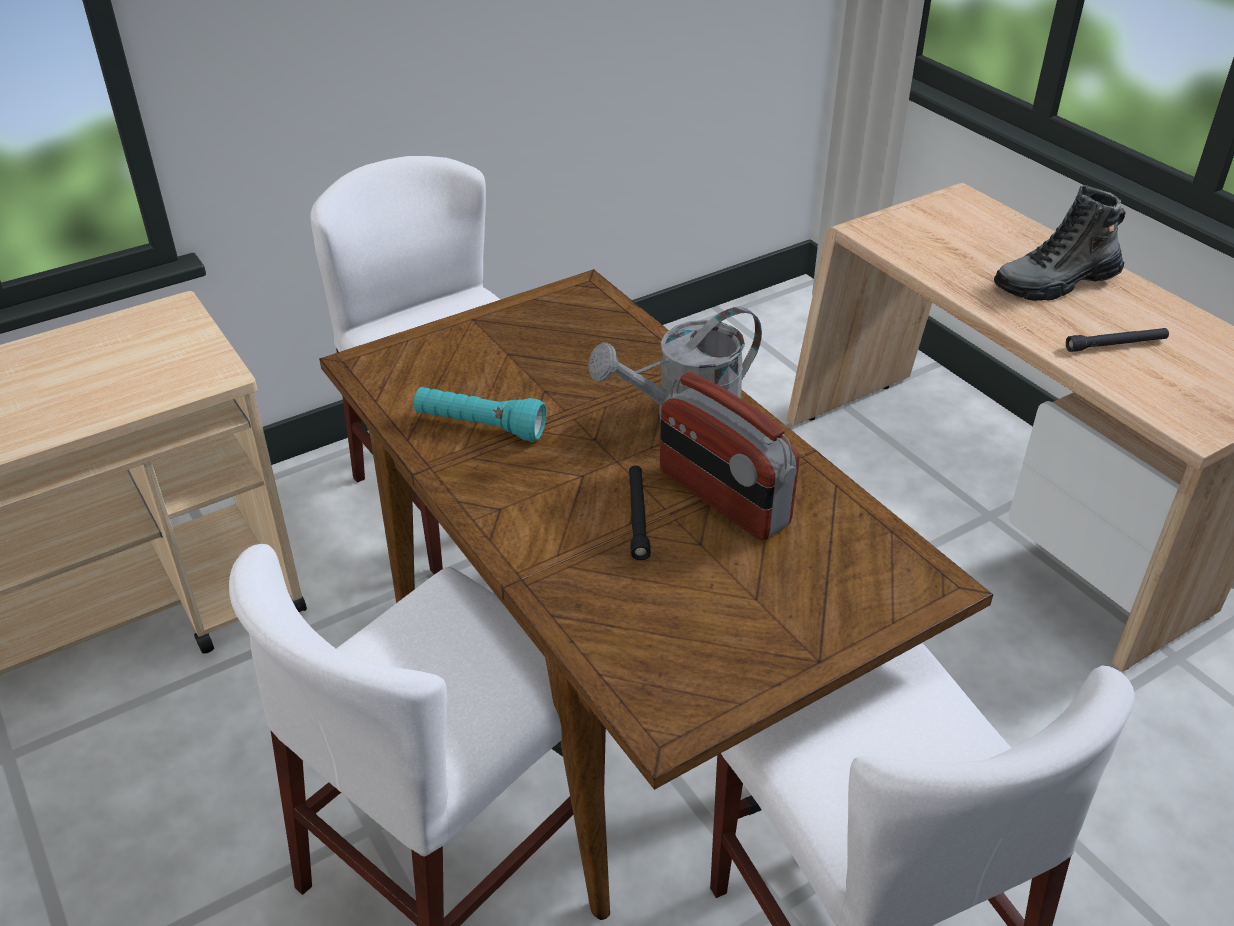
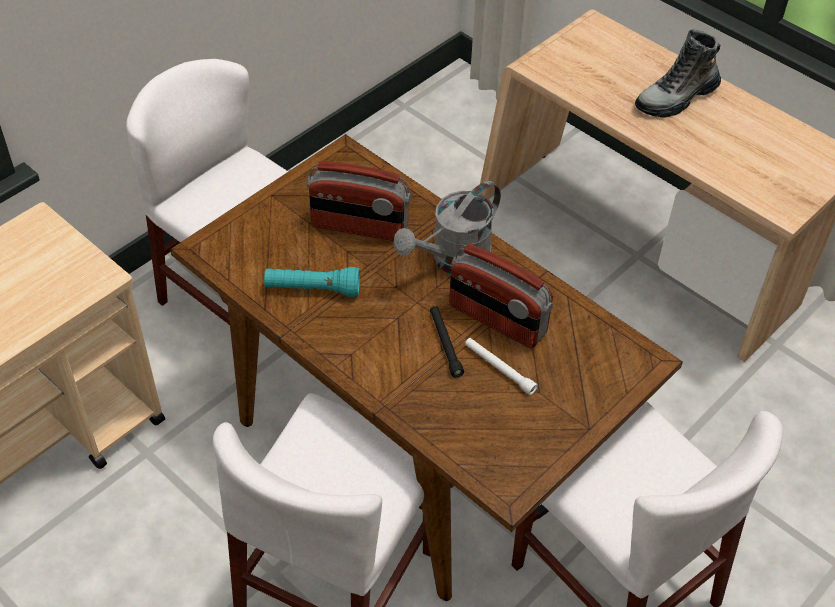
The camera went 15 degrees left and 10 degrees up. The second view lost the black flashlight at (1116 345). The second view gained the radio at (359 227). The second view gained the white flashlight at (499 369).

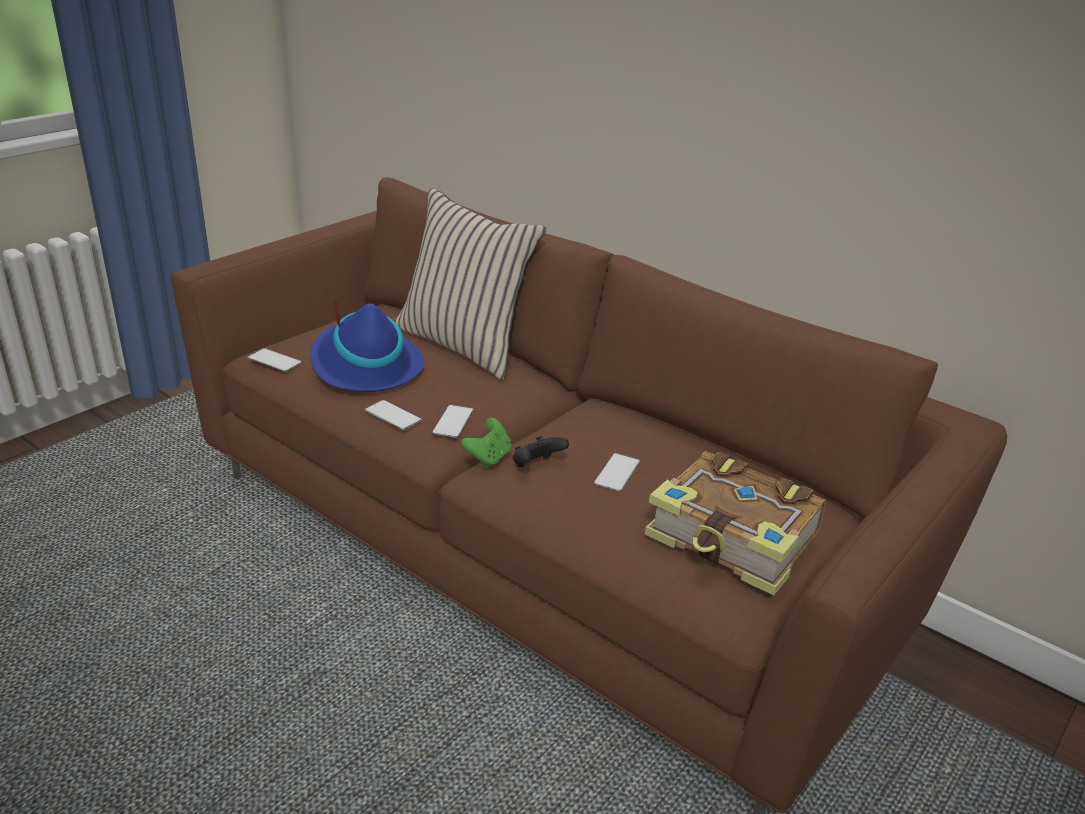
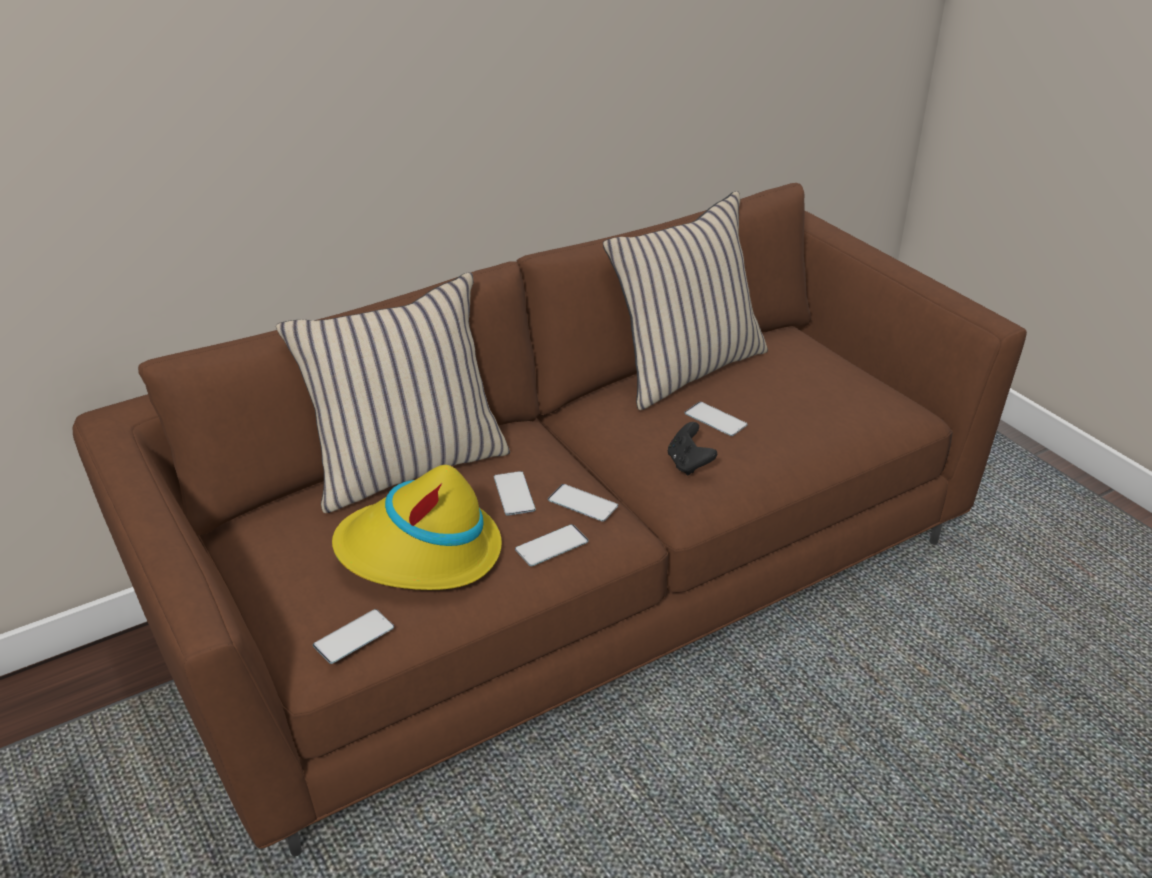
The camera went 70 degrees left and 5 degrees up. What was the blue hat at (365 366) turned into the yellow hat at (420 553). The second view lost the green game controller at (488 458). The second view lost the book at (734 540). The second view gained the beige pillow at (685 368). The second view gained the phone at (514 494).

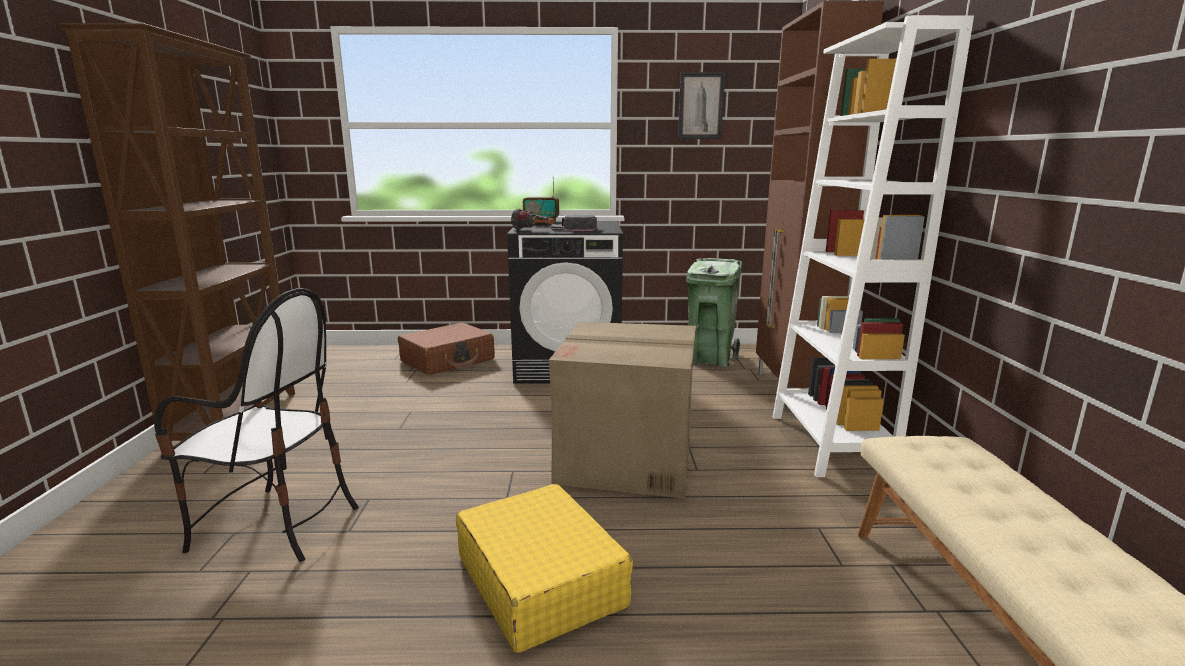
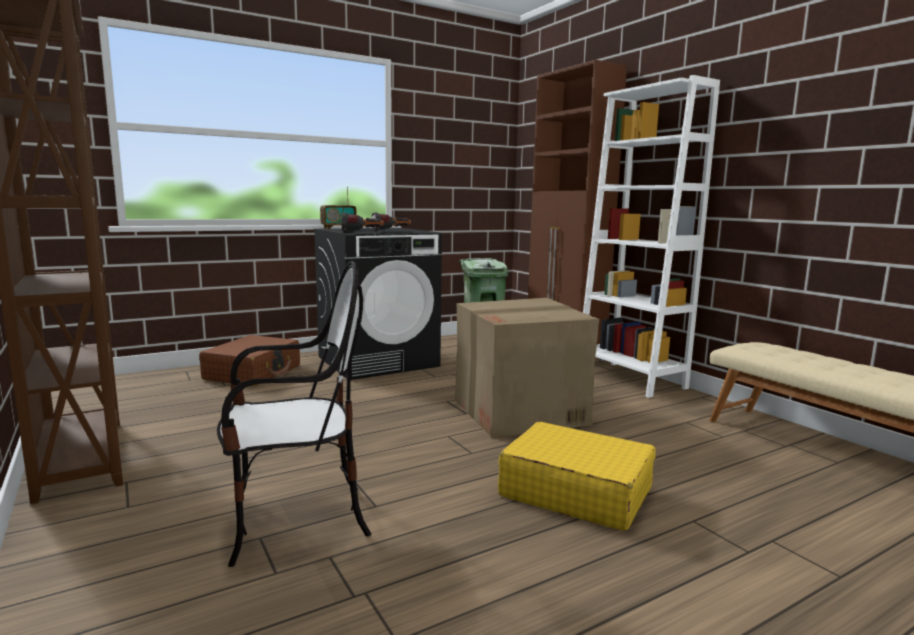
The camera went 30 degrees left and 5 degrees down. The second view lost the picture at (701 106). Where the black cap stood at (574 229), the flashlight came to stand at (391 231).

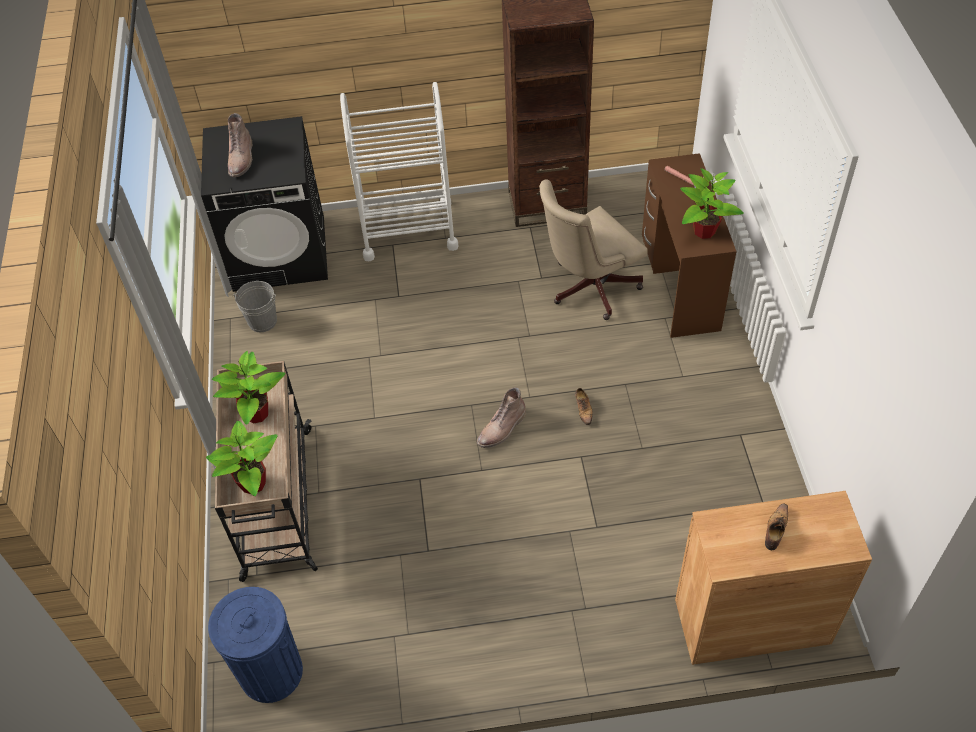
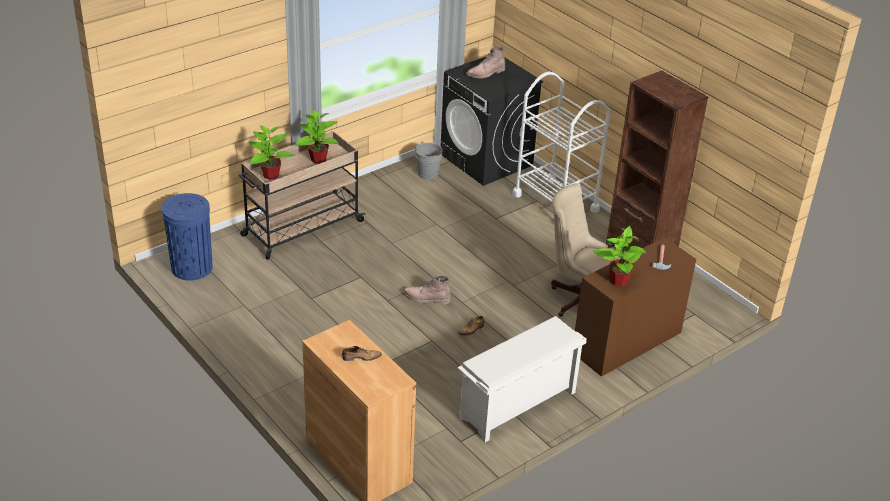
The camera went 55 degrees right and 15 degrees down. The second view gained the white shoe rack at (517 406).

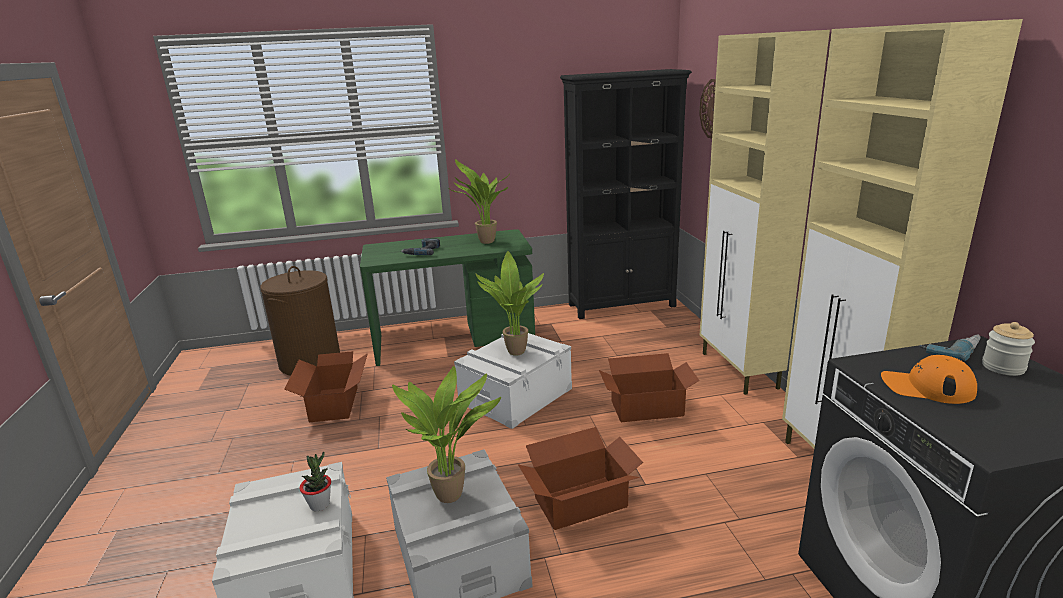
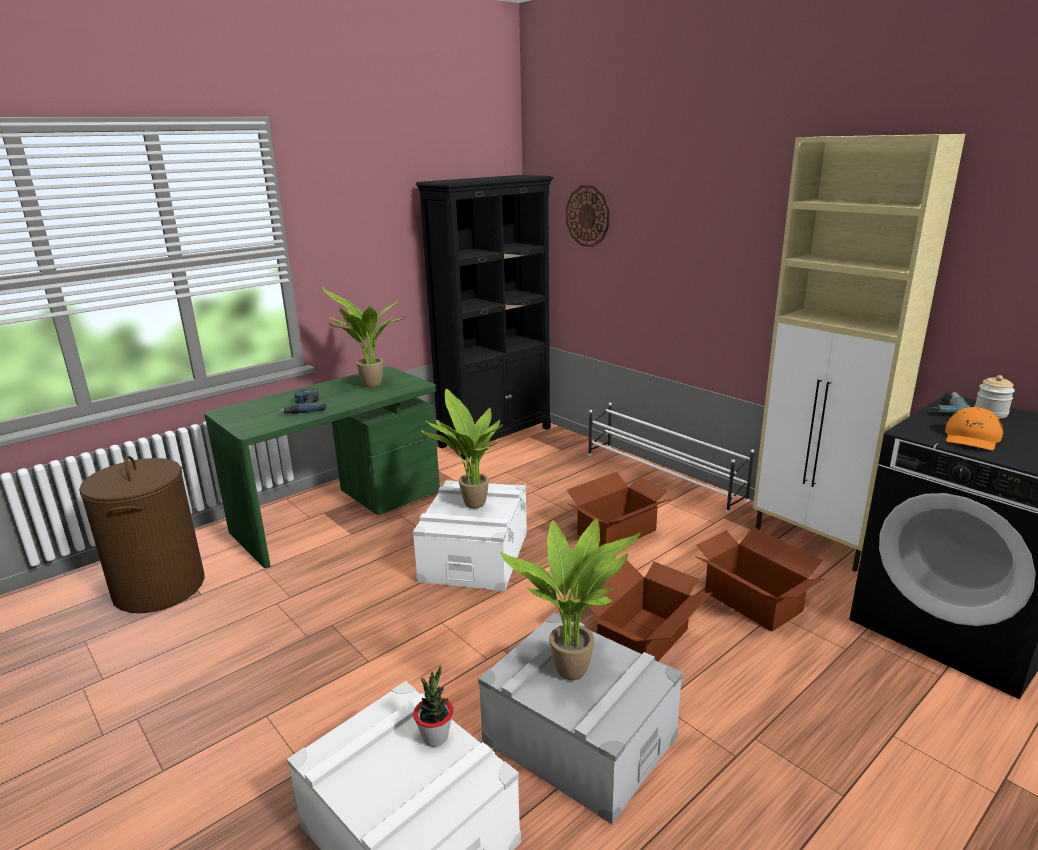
The camera went 30 degrees left and 0 degrees up. Where the beige cabinet stood at (739 371), the white shoe rack came to stand at (663 477). The cardboard box ended up elsewhere, having gone from (335 403) to (752 601). The orange cap at (926 387) ended up facing another way, 45 degrees counterclockwise from before.

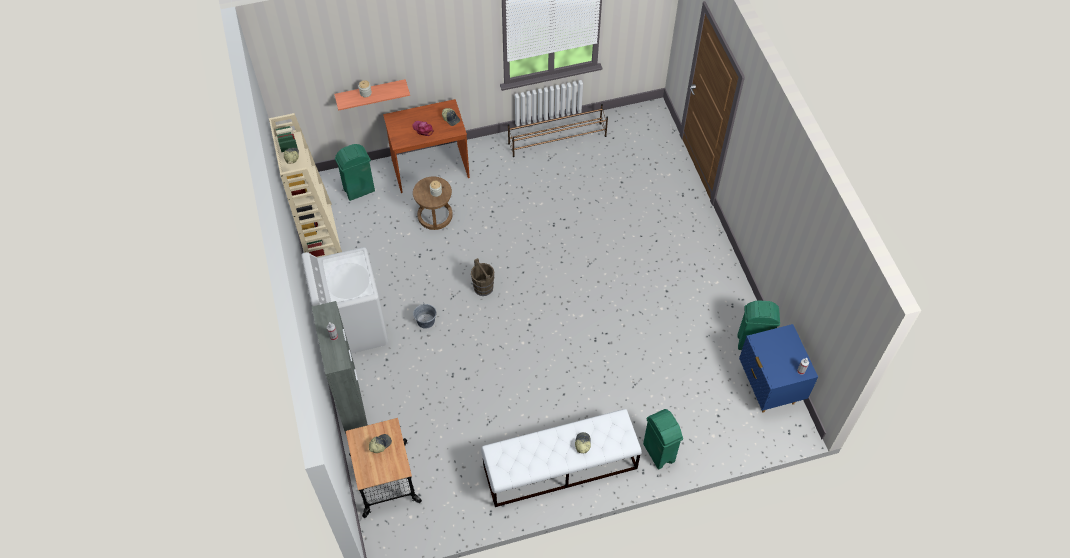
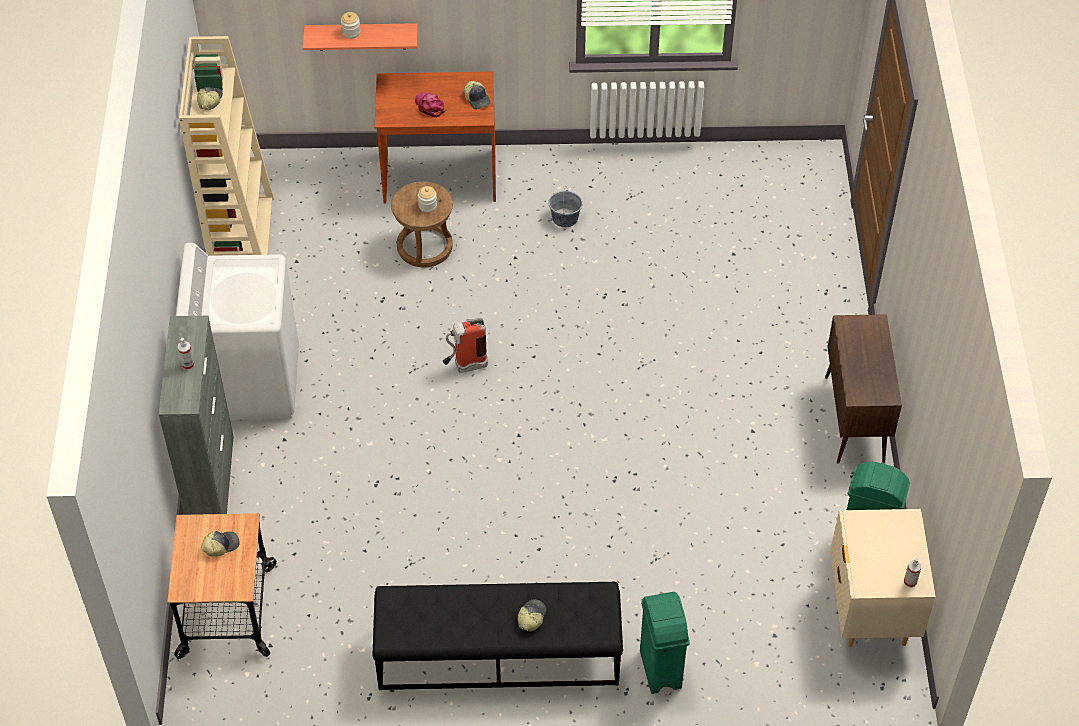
The camera went 15 degrees right and 5 degrees down. The second view lost the brown shoe rack at (557 140). The second view lost the green trash can at (359 190). Where the brown bucket stood at (483 288), the fire extinguisher came to stand at (465 366). The grey bucket ended up elsewhere, having gone from (426 321) to (565 218). What was the blue nightstand at (768 388) turned into the beige nightstand at (871 613). What was the white bench at (559 467) turned into the black bench at (497 655). The second view gained the brown cabinet at (854 420).

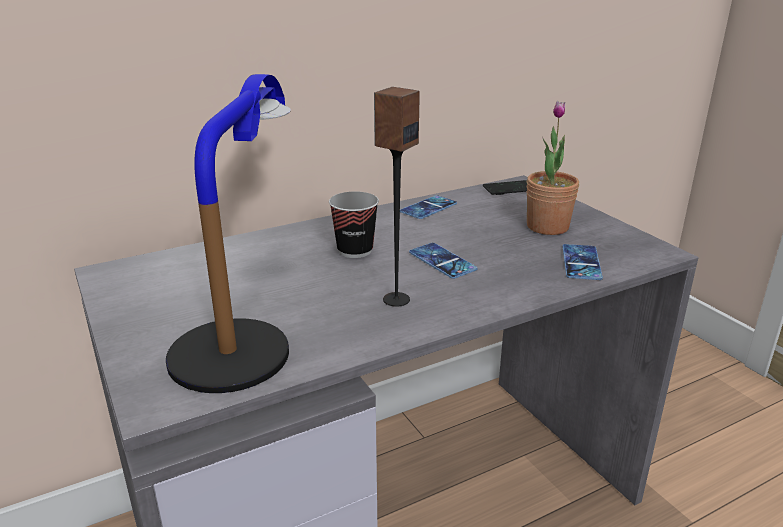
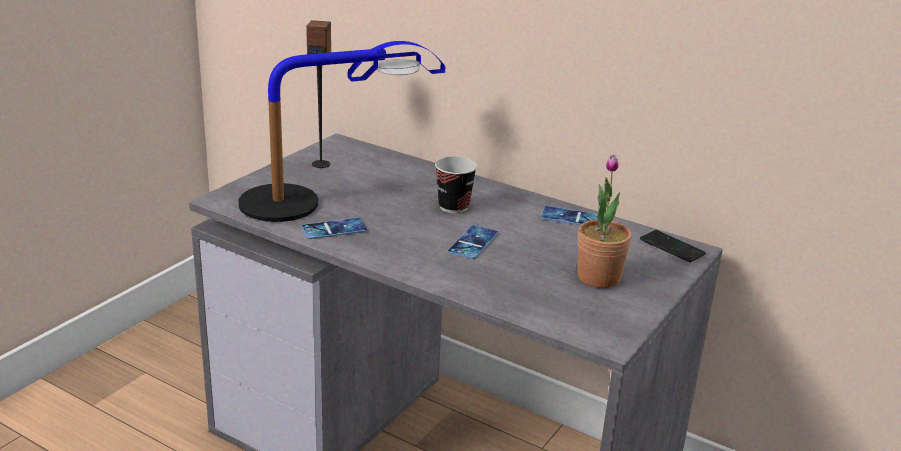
The camera went 60 degrees right and 0 degrees up. The speaker ended up elsewhere, having gone from (396 299) to (321 164). The phone ended up elsewhere, having gone from (581 262) to (334 229).

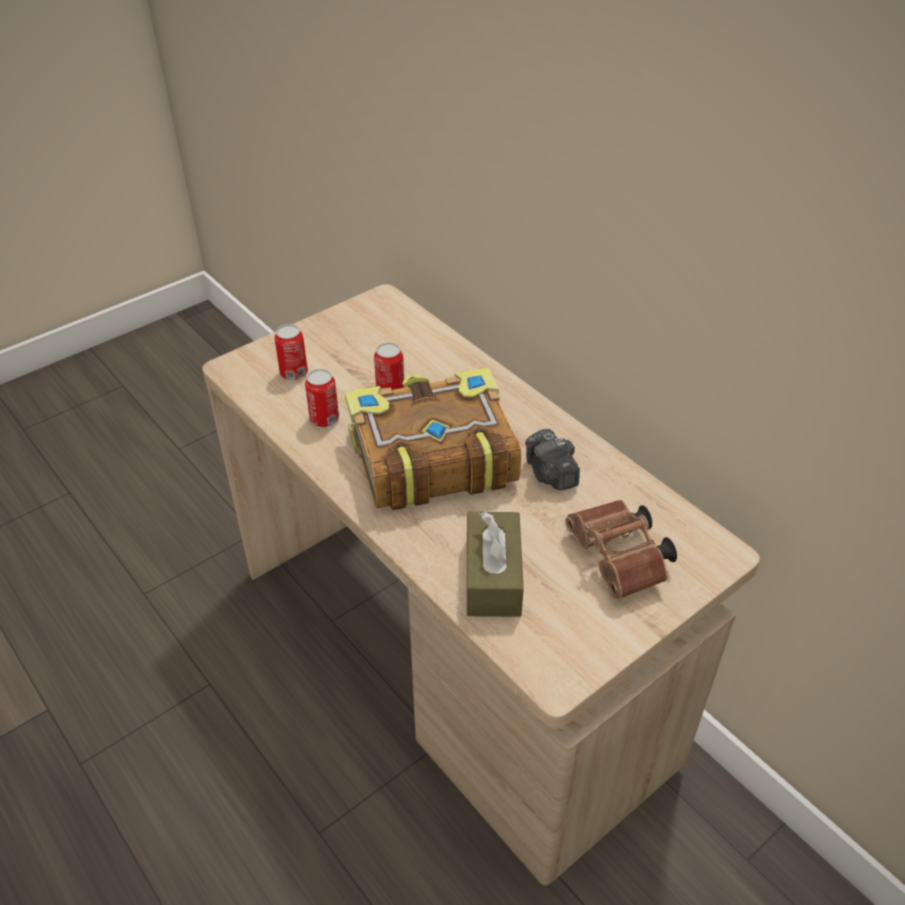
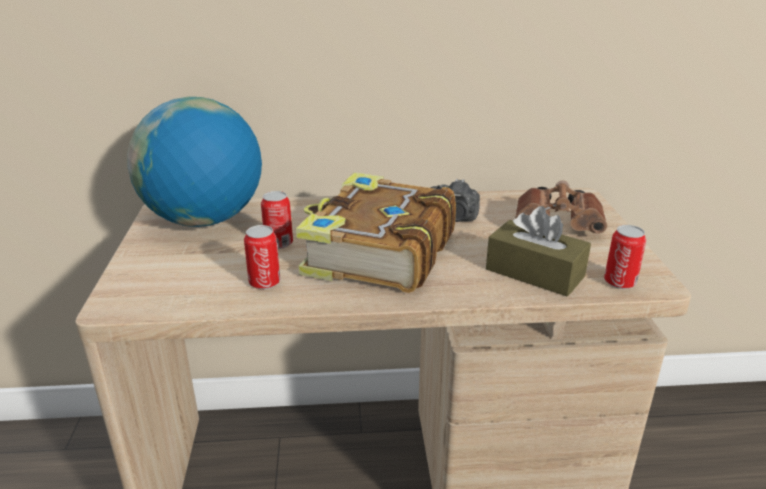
The camera went 55 degrees left and 15 degrees down. The can ended up elsewhere, having gone from (294 373) to (619 282). The second view gained the globe at (204 220).

